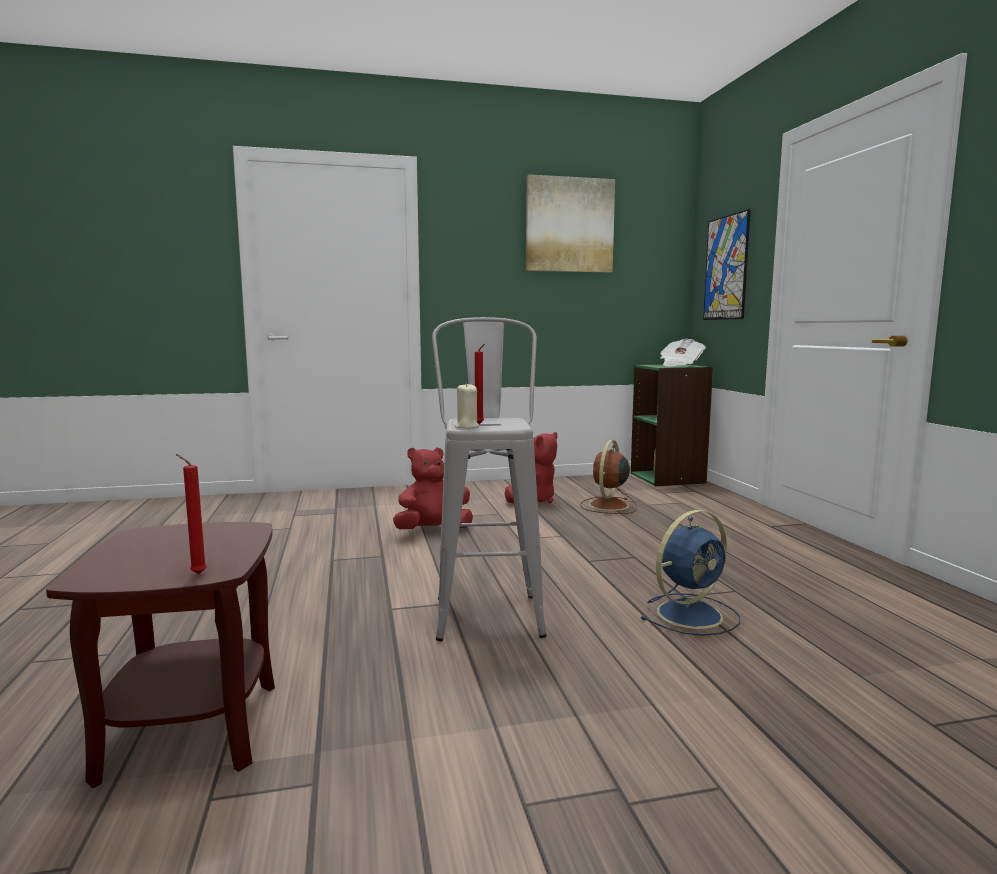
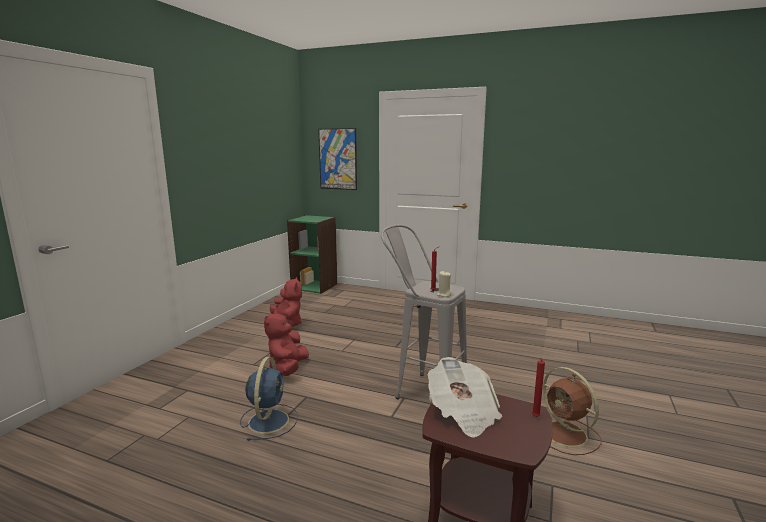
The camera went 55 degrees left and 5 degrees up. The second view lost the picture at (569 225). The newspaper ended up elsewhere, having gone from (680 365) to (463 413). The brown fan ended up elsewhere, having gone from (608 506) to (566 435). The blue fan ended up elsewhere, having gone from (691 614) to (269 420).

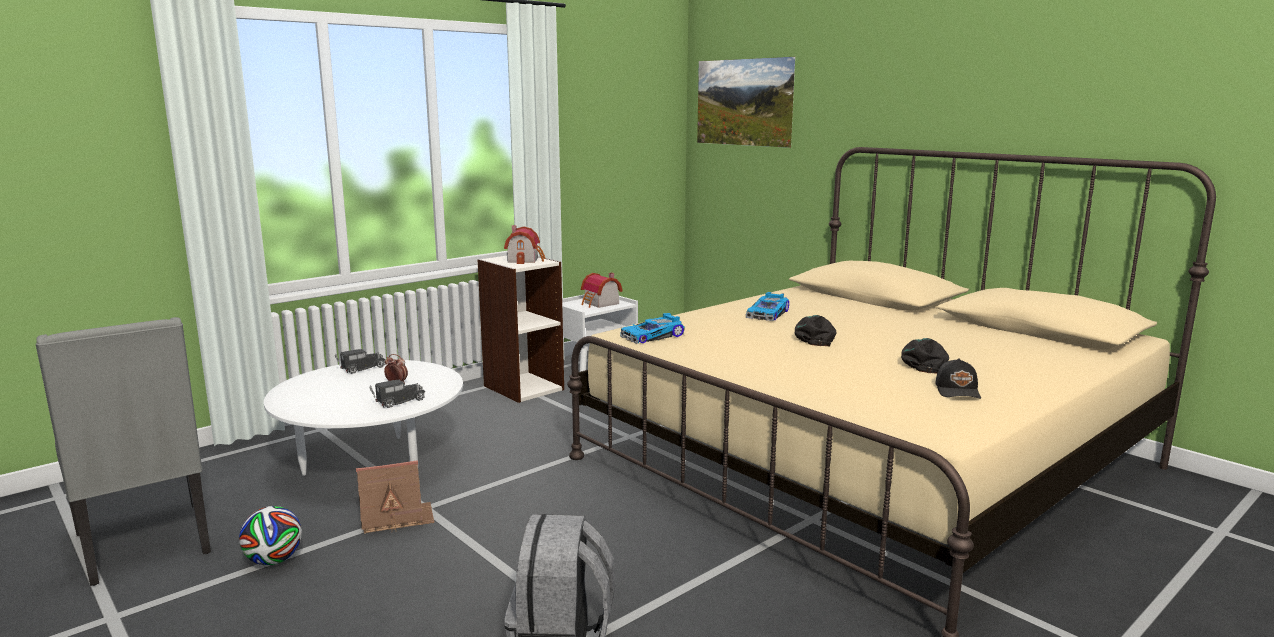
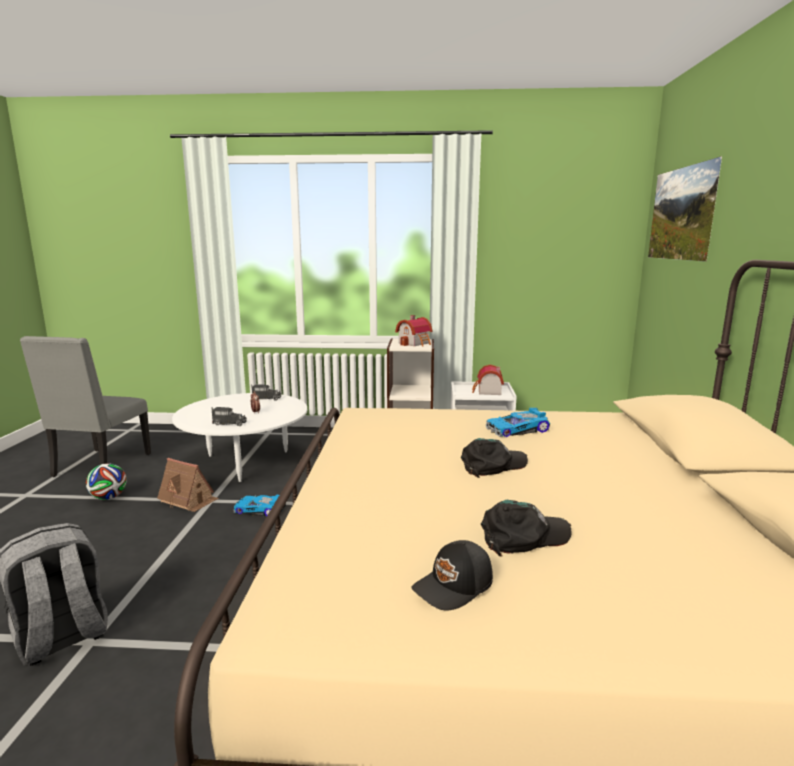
The camera went 45 degrees right and 0 degrees up. The toy car ended up elsewhere, having gone from (653 336) to (259 510).

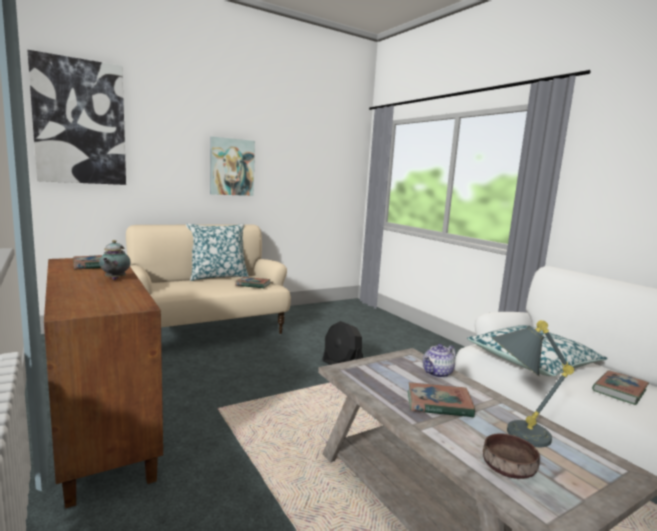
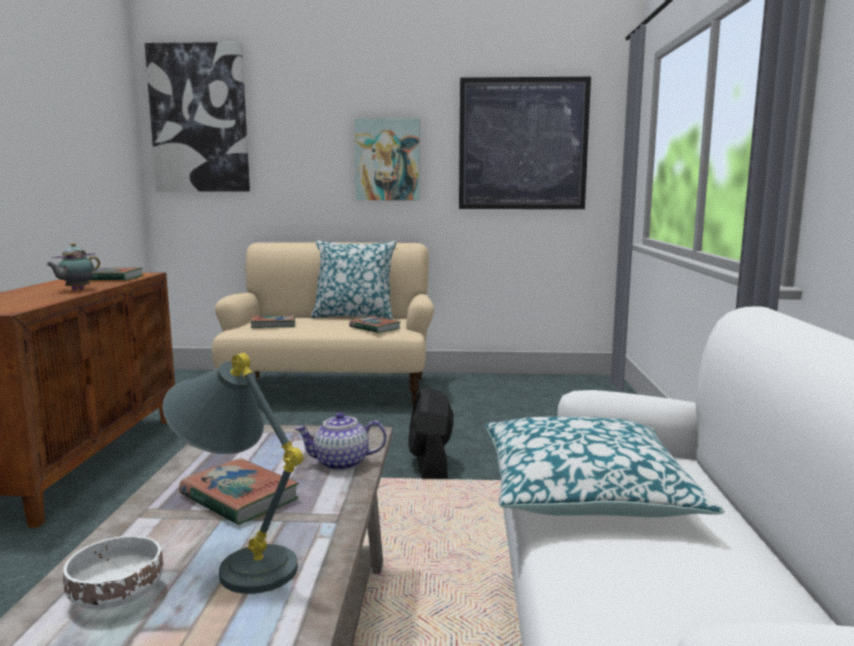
The camera went 35 degrees right and 0 degrees up. The book ended up elsewhere, having gone from (619 390) to (273 325). What was the brown bowl at (506 468) turned into the white bowl at (116 593). The second view gained the picture at (523 144).

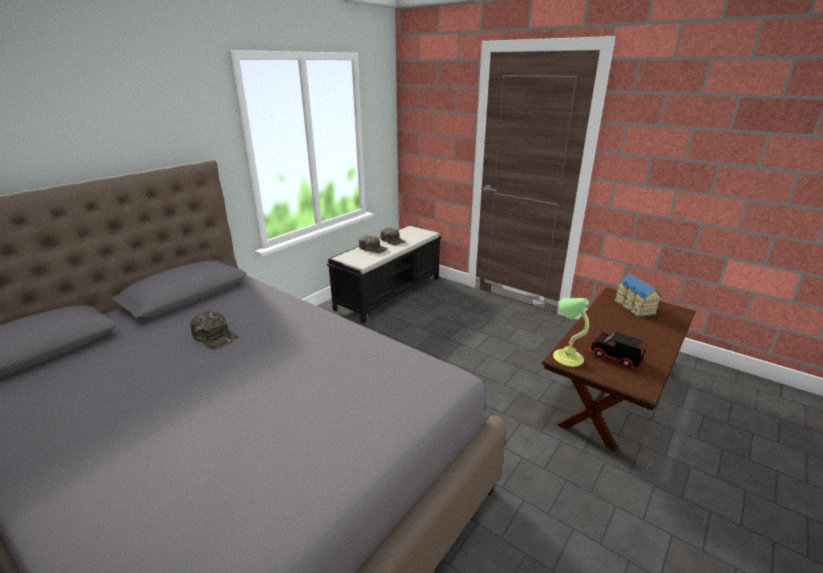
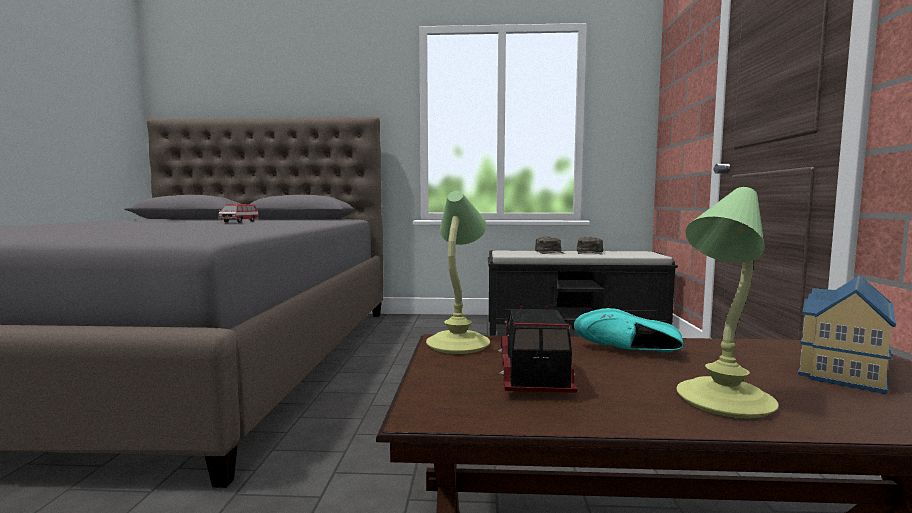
The camera went 55 degrees right and 20 degrees down. Where the green cap stood at (215 336), the toy car came to stand at (239 222). The second view gained the table lamp at (722 401). The second view gained the turquoise shoe at (629 352).

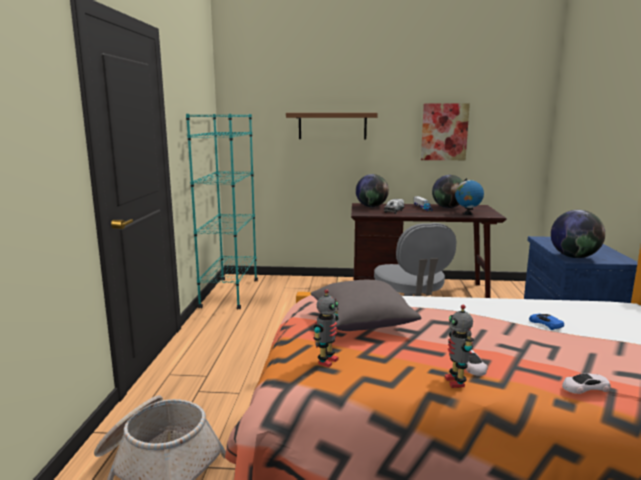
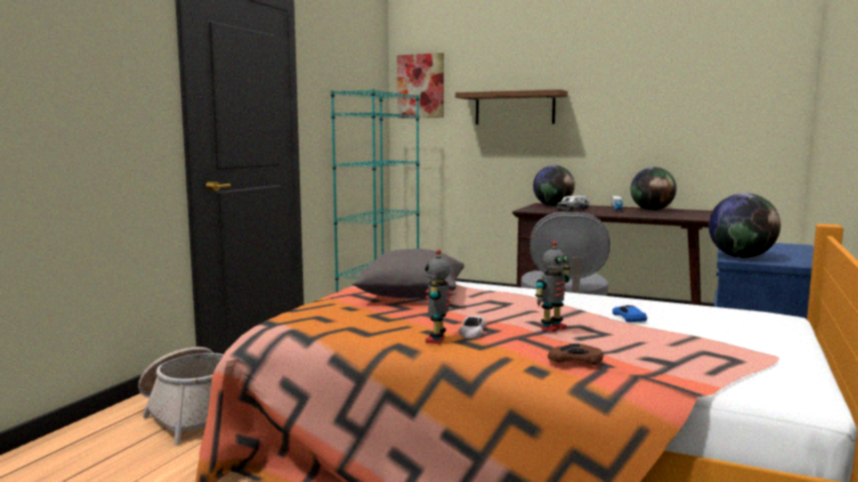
The camera went 20 degrees right and 5 degrees down. The picture ended up elsewhere, having gone from (444 132) to (420 86). The second view lost the globe at (467 214). The toy robot ended up elsewhere, having gone from (326 361) to (552 328). What was the white toy car at (585 387) turned into the brown toy car at (575 360).

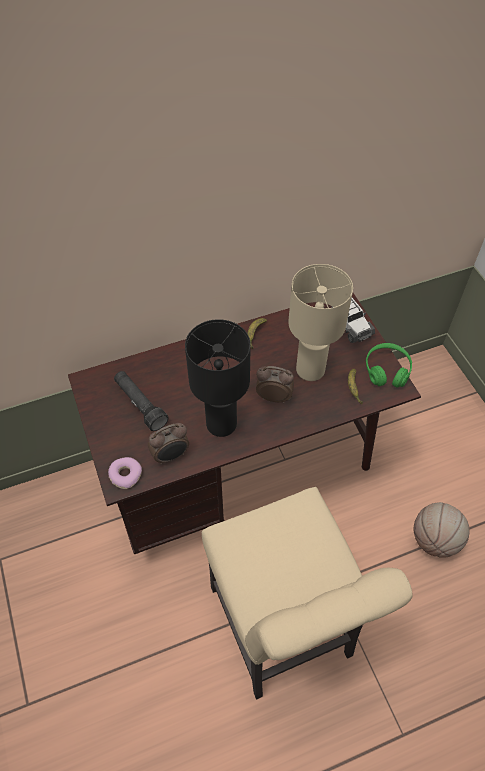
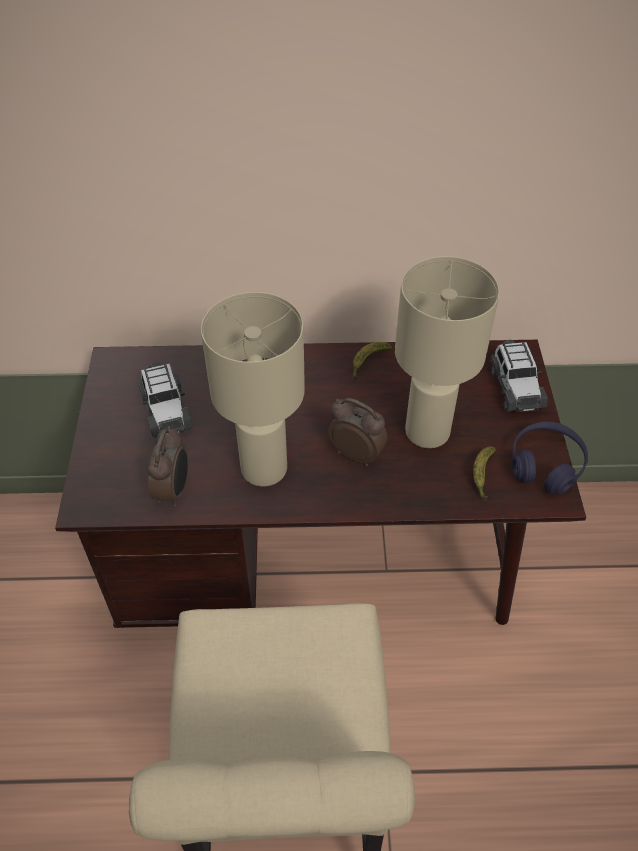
The camera went 20 degrees right and 5 degrees down. What was the black table lamp at (222 424) turned into the beige table lamp at (265 469). What was the green headphones at (387 370) turned into the purple headphones at (545 465). Where the black flashlight stood at (140 405), the toy car came to stand at (166 411). The alarm clock at (171 456) ended up facing another way, 75 degrees counterclockwise from before. The second view lost the donut at (125 475). The second view lost the basketball at (435 540).

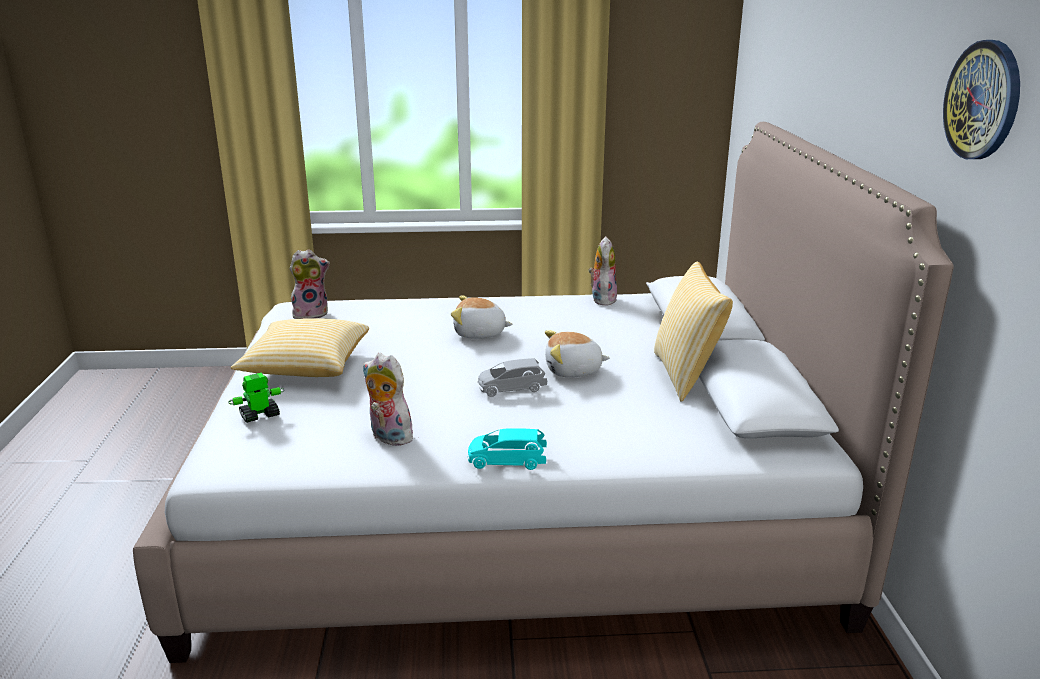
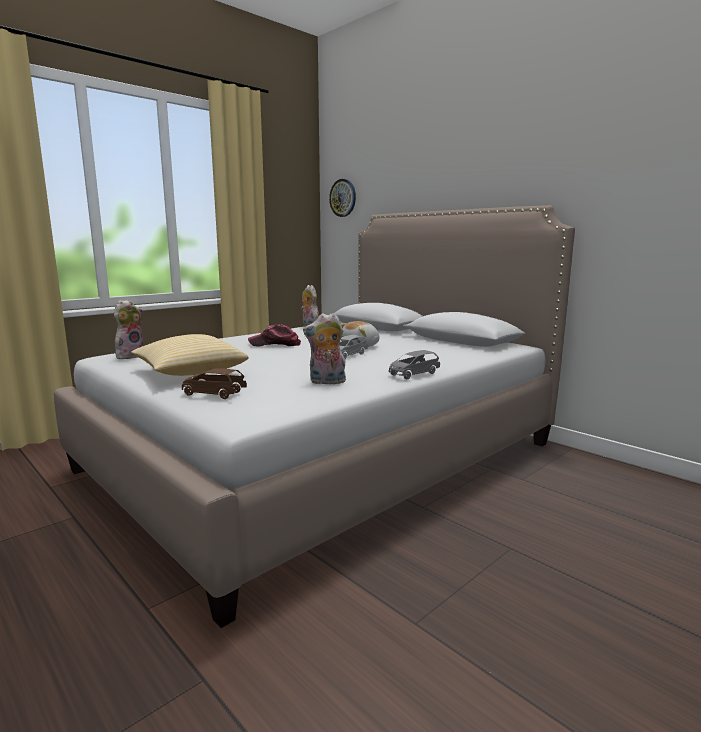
The camera went 40 degrees left and 10 degrees down. The wall clock ended up elsewhere, having gone from (983 100) to (343 198). The second view lost the pillow at (686 375). Where the plush toy stood at (479 334), the cap came to stand at (275 344). Where the toy robot stood at (259 416), the brown toy car came to stand at (213 394). What was the turquoise toy car at (507 461) turned into the grey toy car at (413 374).

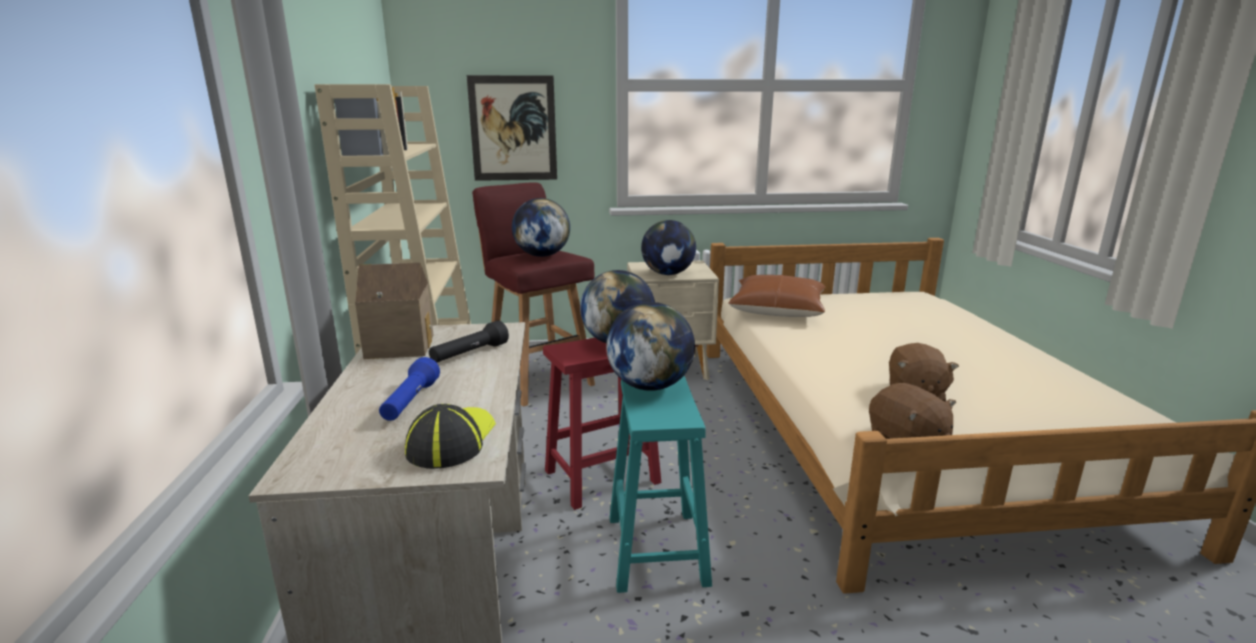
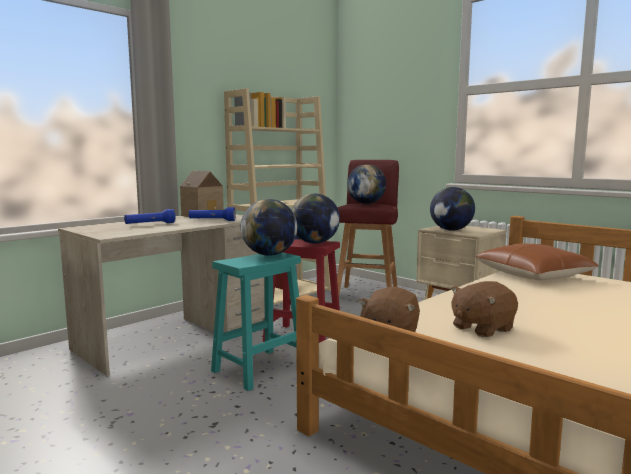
The camera went 50 degrees right and 10 degrees down. The second view lost the picture at (513 128). What was the black flashlight at (469 354) turned into the blue flashlight at (212 220). The second view lost the cap at (451 440).

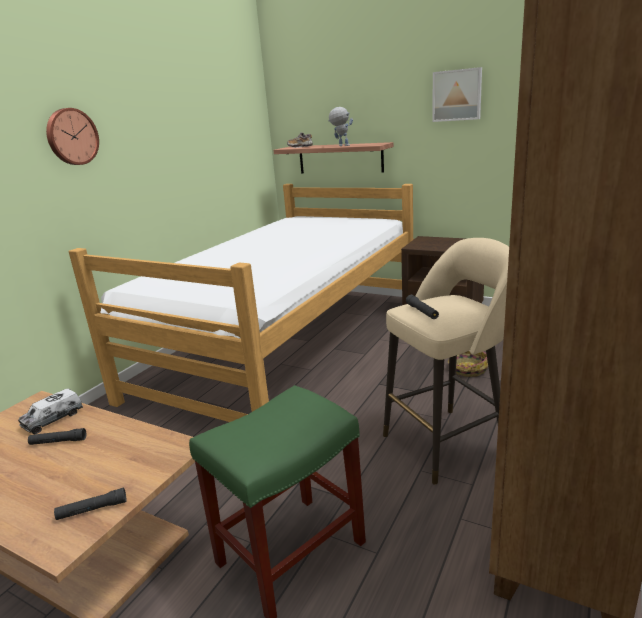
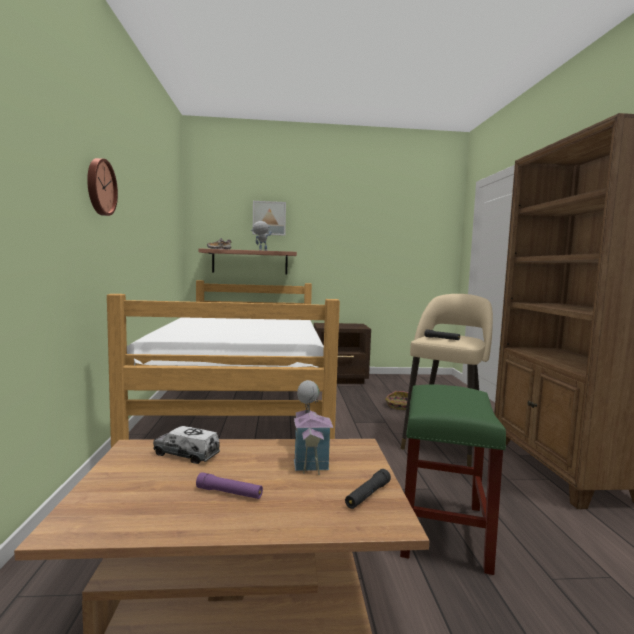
The camera went 35 degrees left and 15 degrees down. The picture ended up elsewhere, having gone from (457 95) to (269 218). The toy truck at (53 419) ended up facing another way, 105 degrees clockwise from before. The second view lost the black flashlight at (58 442). The second view gained the toy house at (310 457). The second view gained the purple flashlight at (229 493).

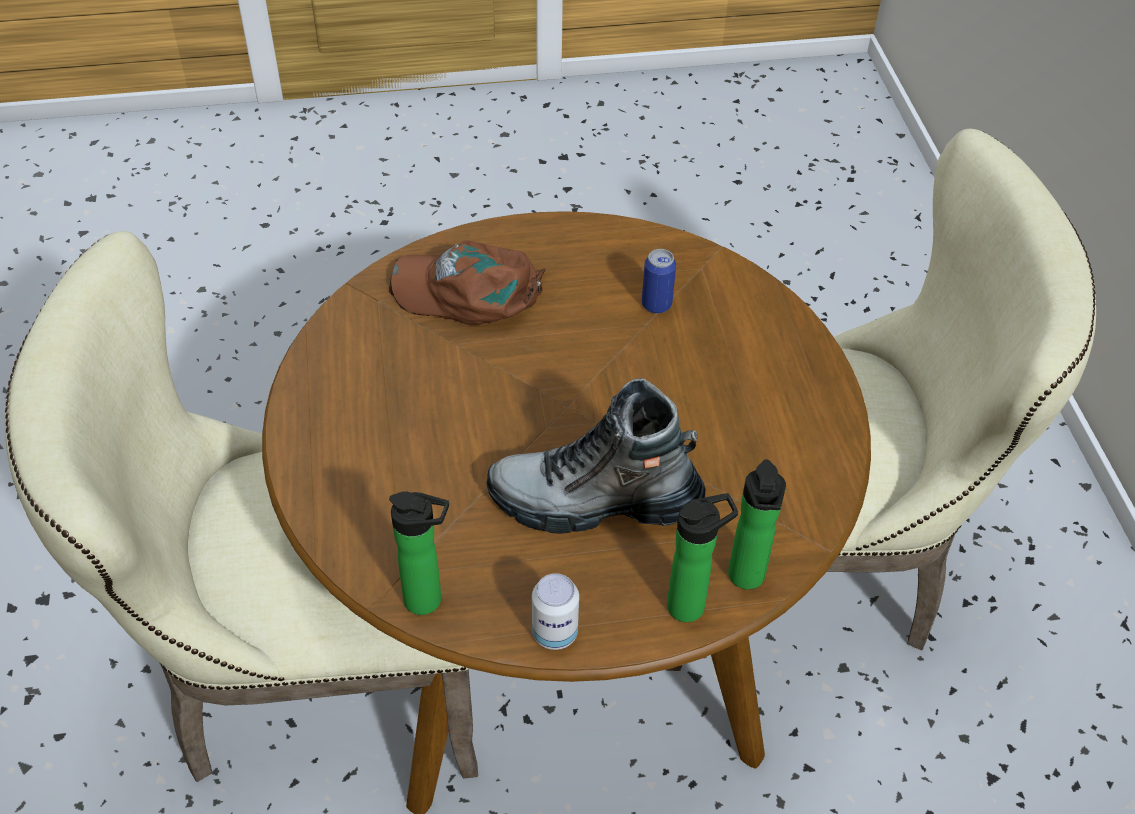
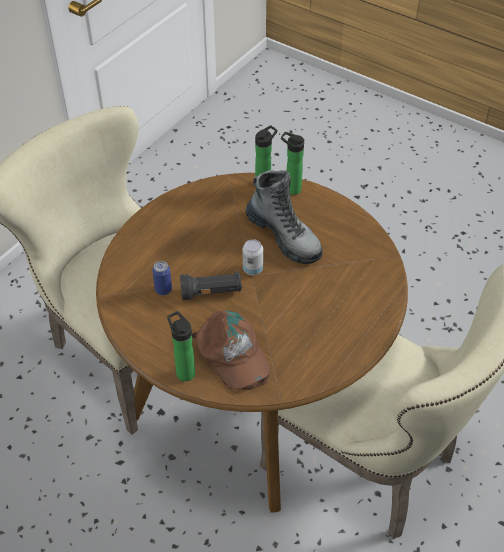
The camera went 135 degrees left and 0 degrees up. The bottle ended up elsewhere, having gone from (428 601) to (184 371). The can ended up elsewhere, having gone from (554 633) to (252 269). The second view gained the black flashlight at (211 293).

